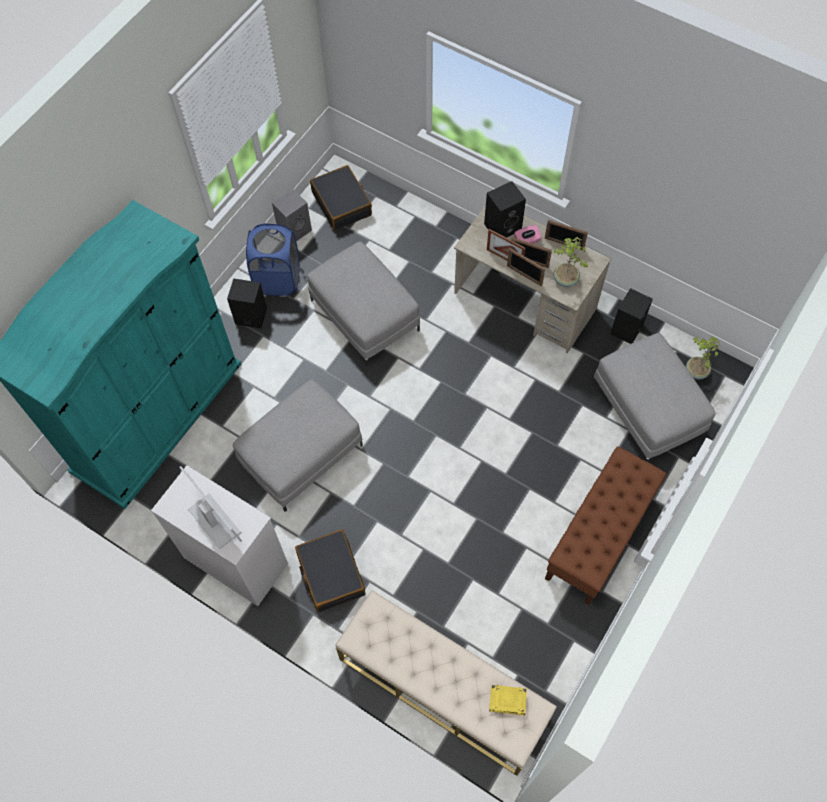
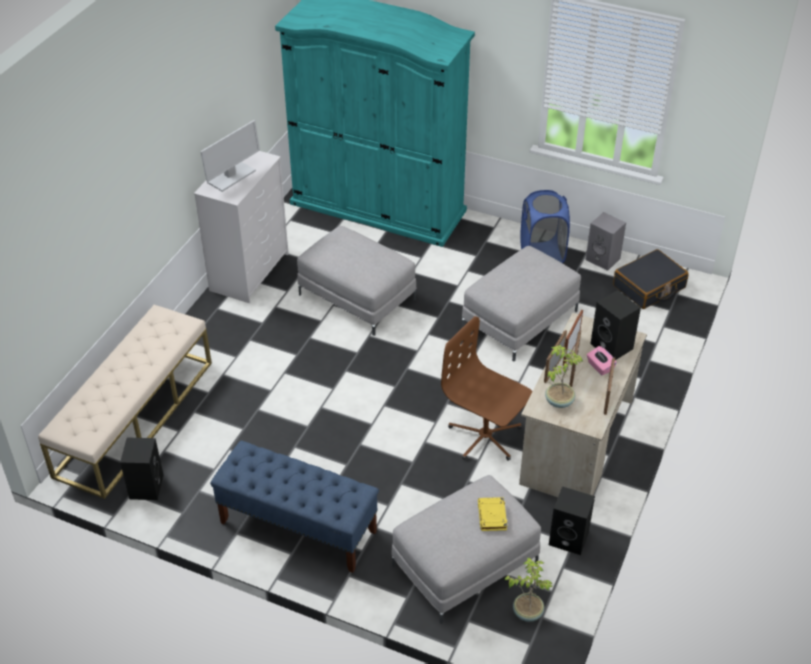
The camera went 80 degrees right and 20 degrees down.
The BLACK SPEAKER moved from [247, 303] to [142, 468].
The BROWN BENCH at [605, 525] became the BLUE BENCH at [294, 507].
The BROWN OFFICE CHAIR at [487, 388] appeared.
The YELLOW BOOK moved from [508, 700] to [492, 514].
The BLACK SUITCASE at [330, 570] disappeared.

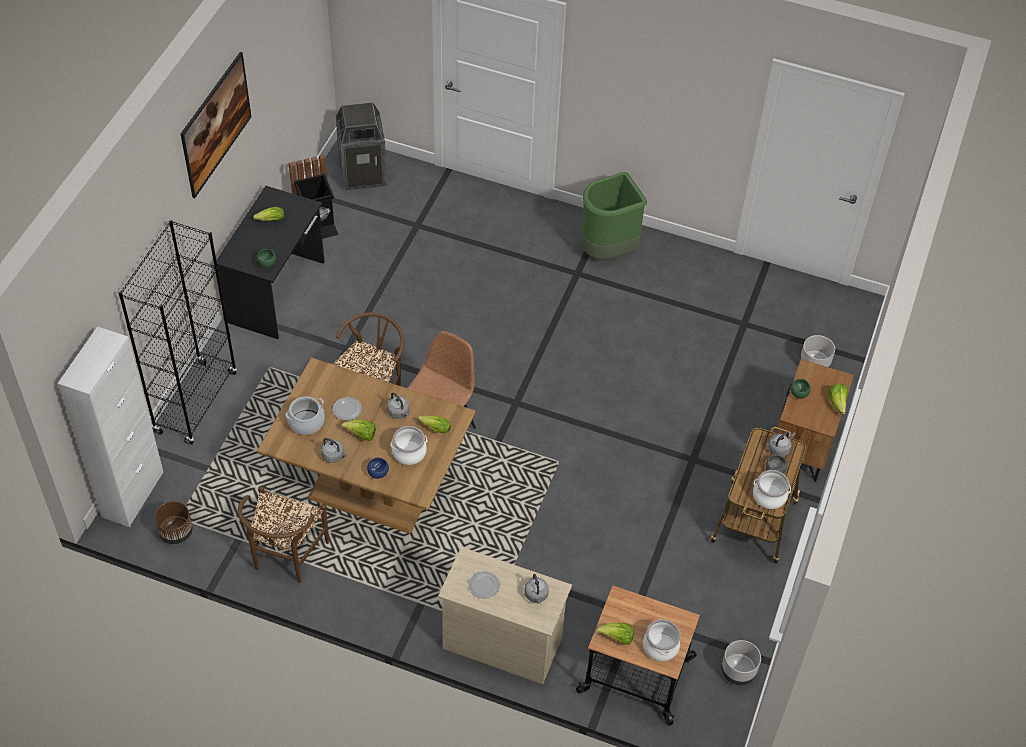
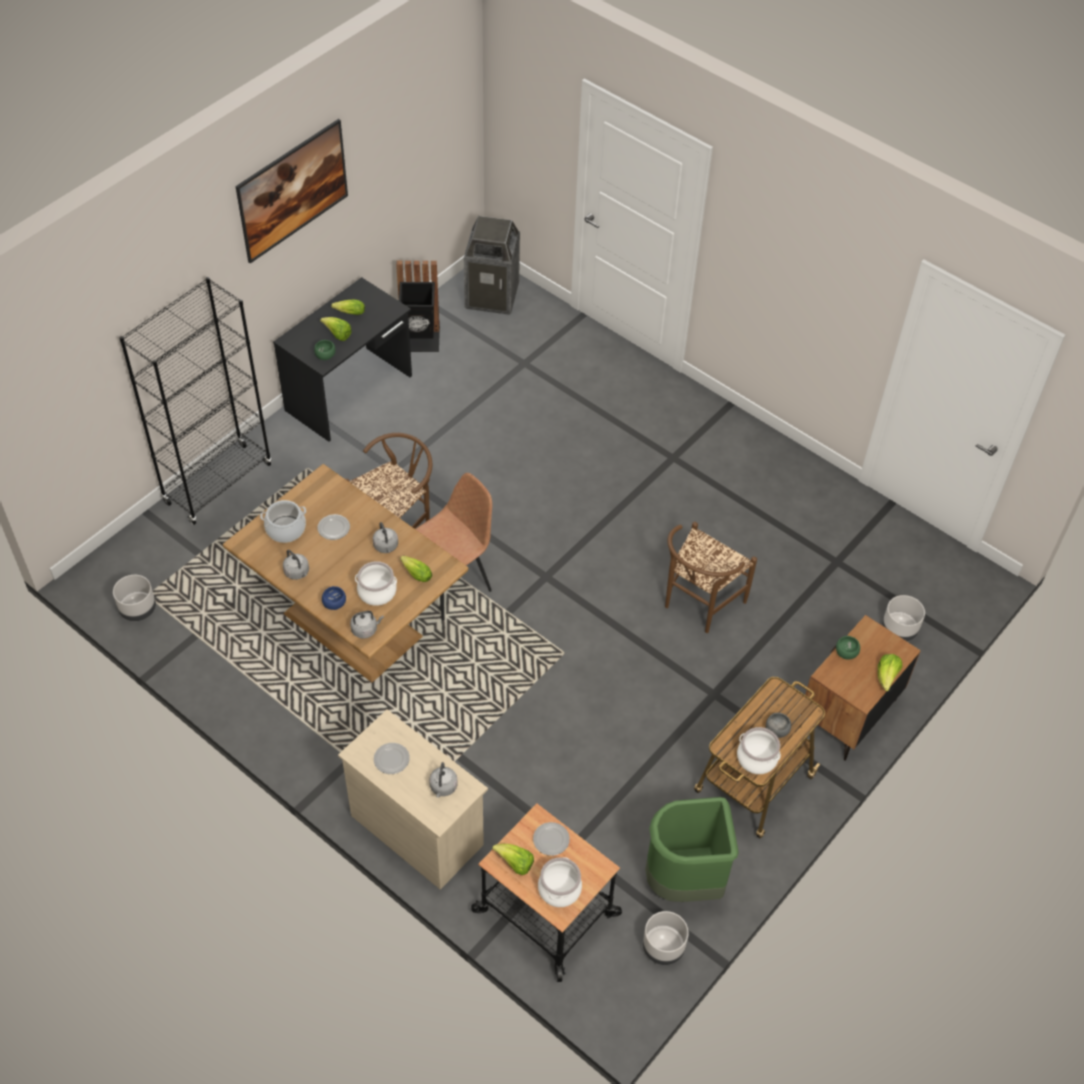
The camera went 20 degrees right and 0 degrees up.
The BROWN PLANTER at [173, 522] became the GREY PLANTER at [134, 598].
The LETTUCE moved from [358, 430] to [336, 329].
The GREY KETTLE moved from [781, 444] to [367, 625].
The PLATE at [551, 839] appeared.
The GREEN TRASH CAN moved from [613, 216] to [692, 849].
The BROWN CHAIR moved from [283, 534] to [711, 577].
The WHITE CABINET at [110, 426] disappeared.

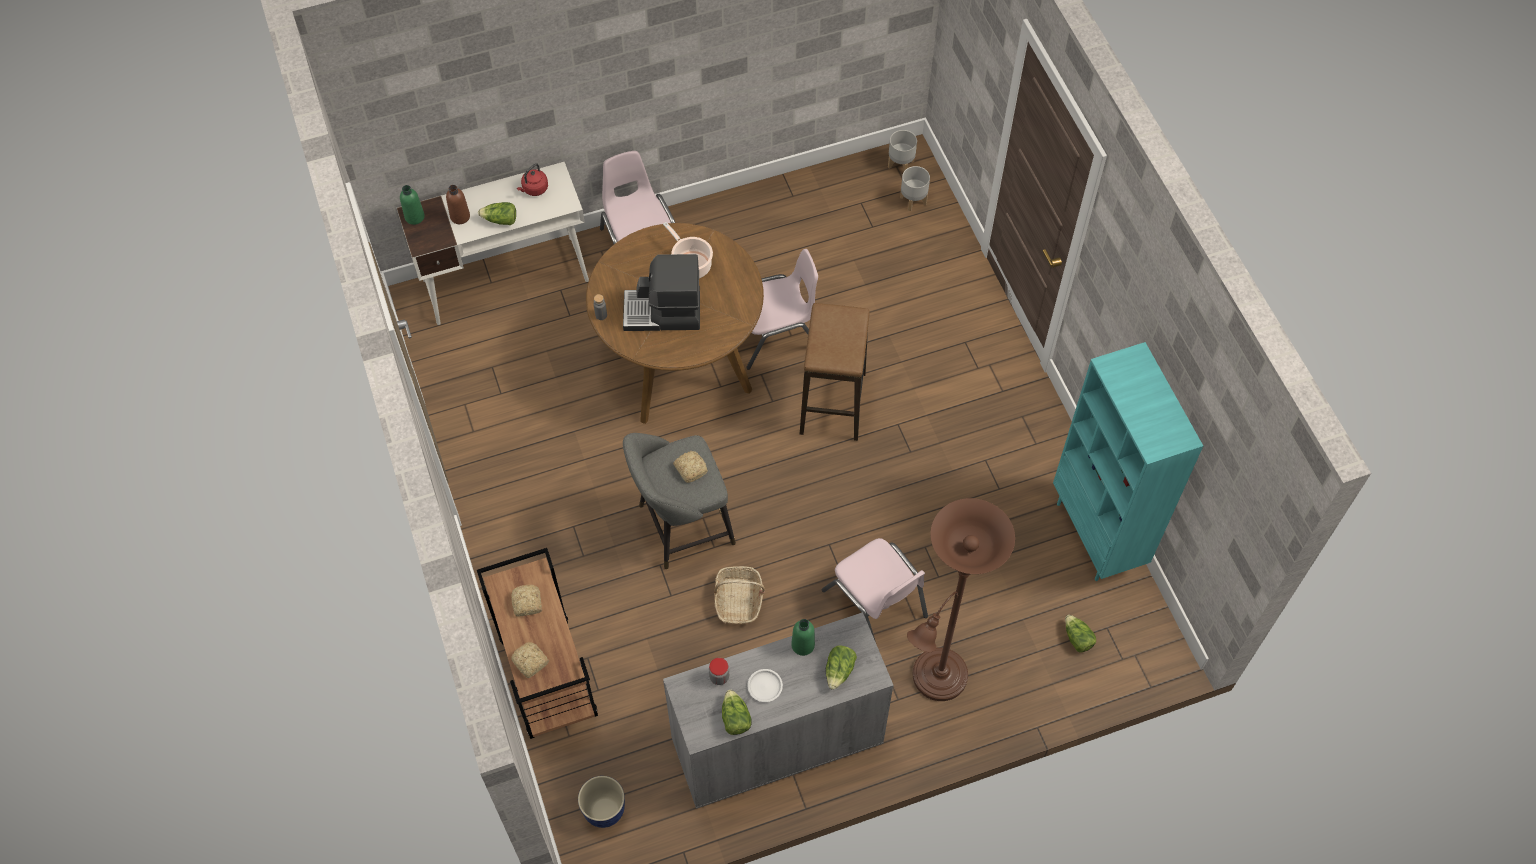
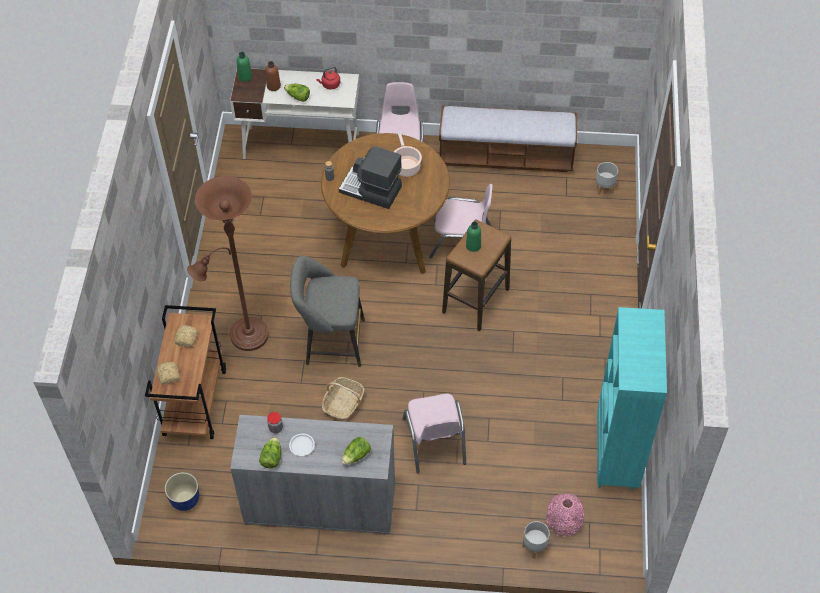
The camera went 25 degrees right and 5 degrees down.
The BROWN FLOOR LAMP moved from [961, 599] to [228, 263].
The BENCH at [508, 138] appeared.
The GREEN BOTTLE moved from [803, 637] to [473, 237].
The GREY PLANTER moved from [902, 151] to [536, 540].
The LETTUCE at [1080, 634] was replaced by the PINK VASE at [565, 515].
The BREAD at [690, 467] disappeared.

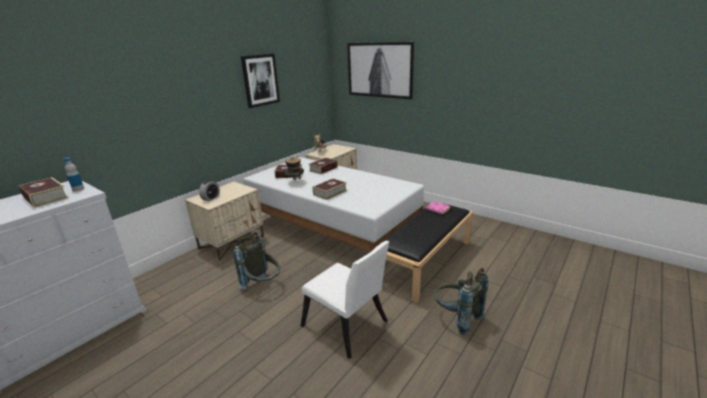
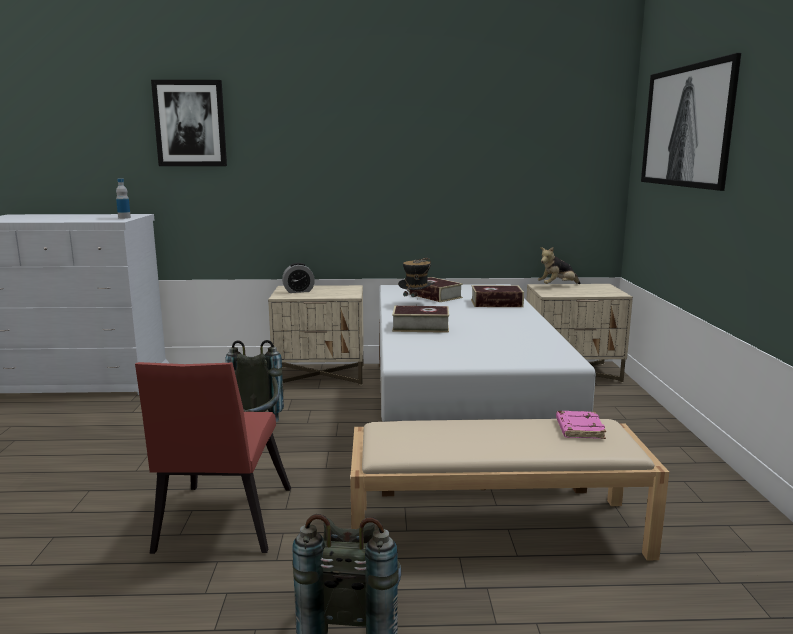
The camera went 50 degrees right and 10 degrees down.
The WHITE CHAIR at [345, 300] became the RED CHAIR at [213, 458].
The PICTURE moved from [260, 81] to [189, 123].
The BLACK BENCH at [426, 253] became the BEIGE BENCH at [509, 489].
The BOOK at [43, 192] disappeared.

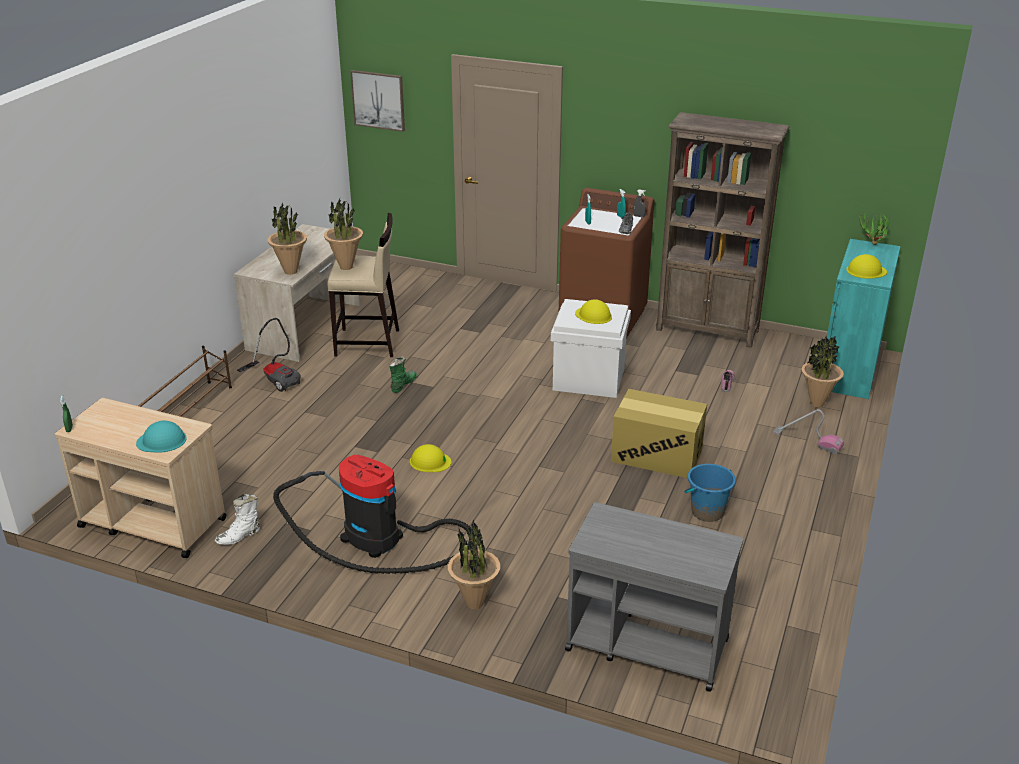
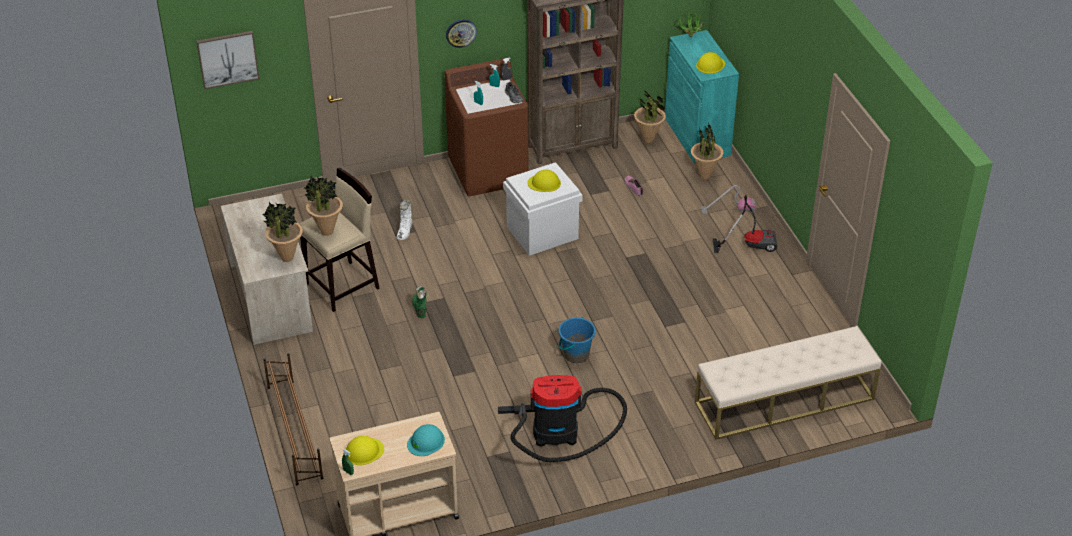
The camera went 40 degrees left and 10 degrees up.
The YELLOW HARD HAT moved from [431, 458] to [365, 450].
The WHITE BOOT moved from [237, 519] to [405, 220].
The WALL CLOCK at [461, 33] appeared.
The BLUE BUCKET moved from [710, 493] to [577, 340].
The POTTED PLANT moved from [474, 564] to [650, 116].
The GREY CART at [654, 597] was replaced by the BEIGE BENCH at [788, 383].
The VACUUM CLEANER moved from [269, 355] to [745, 224].
The CARDBOARD BOX at [659, 433] disappeared.

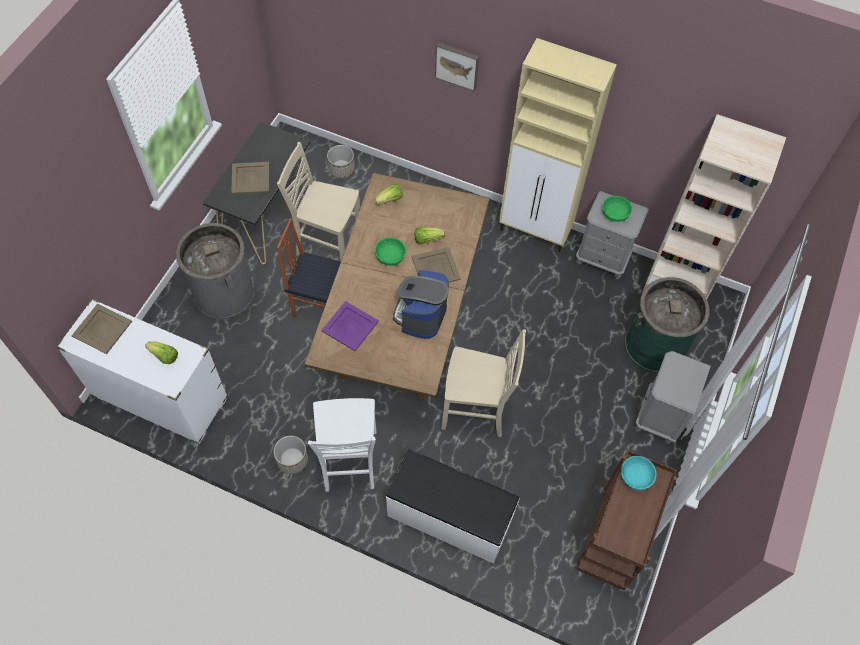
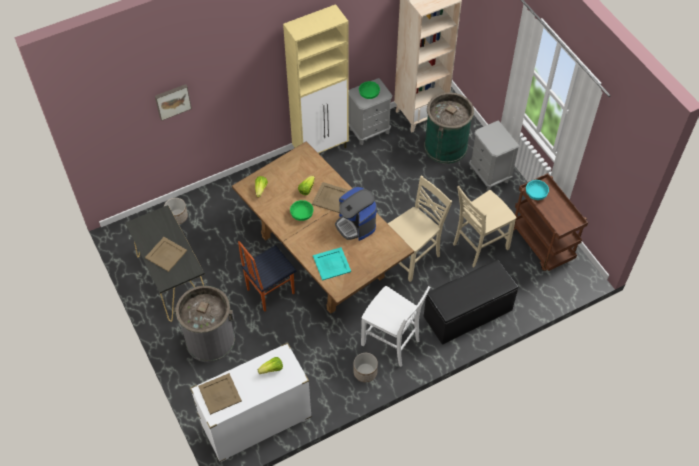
The camera went 50 degrees left and 5 degrees down.
The PICTURE moved from [457, 66] to [173, 102].
The PURPLE TRAY at [350, 326] became the TURQUOISE TRAY at [332, 264].
The WHITE BENCH at [453, 507] became the BLACK BENCH at [471, 302].
The BEIGE CHAIR moved from [318, 202] to [484, 226].

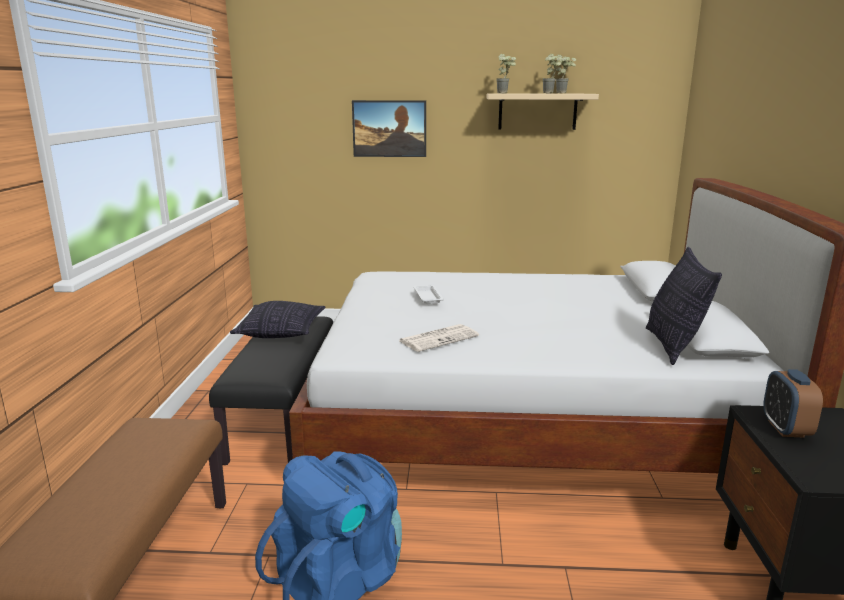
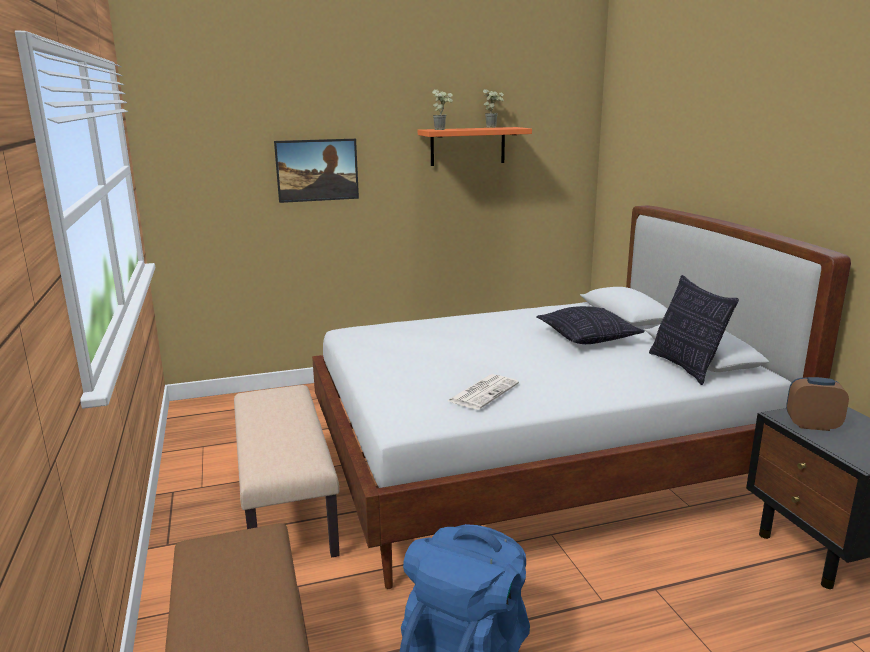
The camera went 20 degrees left and 0 degrees up.
The BLACK BENCH at [271, 390] became the BEIGE BENCH at [287, 471].
The BEIGE SHELF at [543, 112] became the ORANGE SHELF at [475, 146].
The PILLOW moved from [277, 319] to [590, 325].
The ALARM CLOCK at [793, 403] turned 120 degrees clockwise.
The WHITE TRAY at [428, 294] disappeared.
The POTTED PLANT at [552, 73] disappeared.

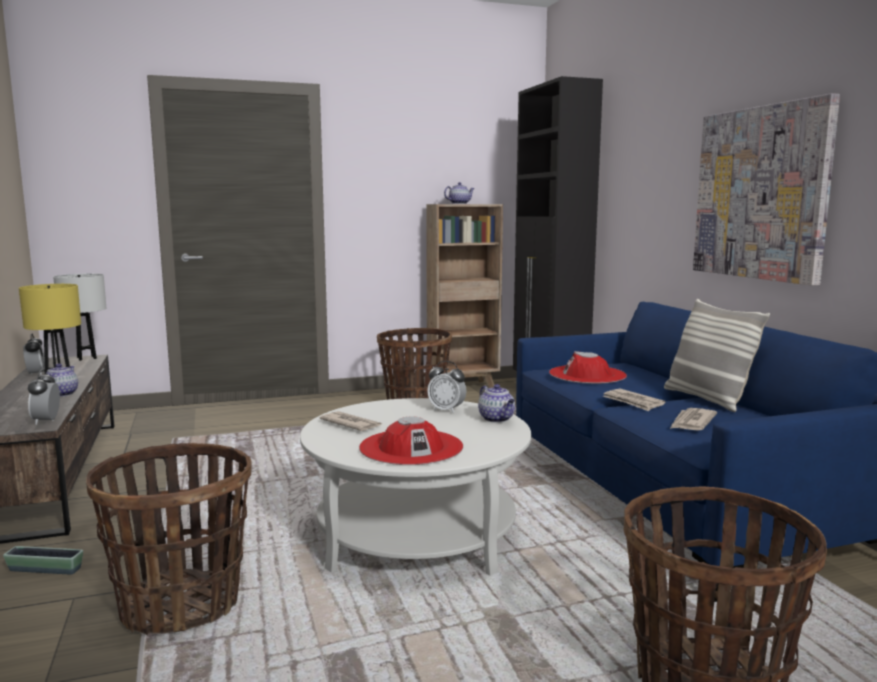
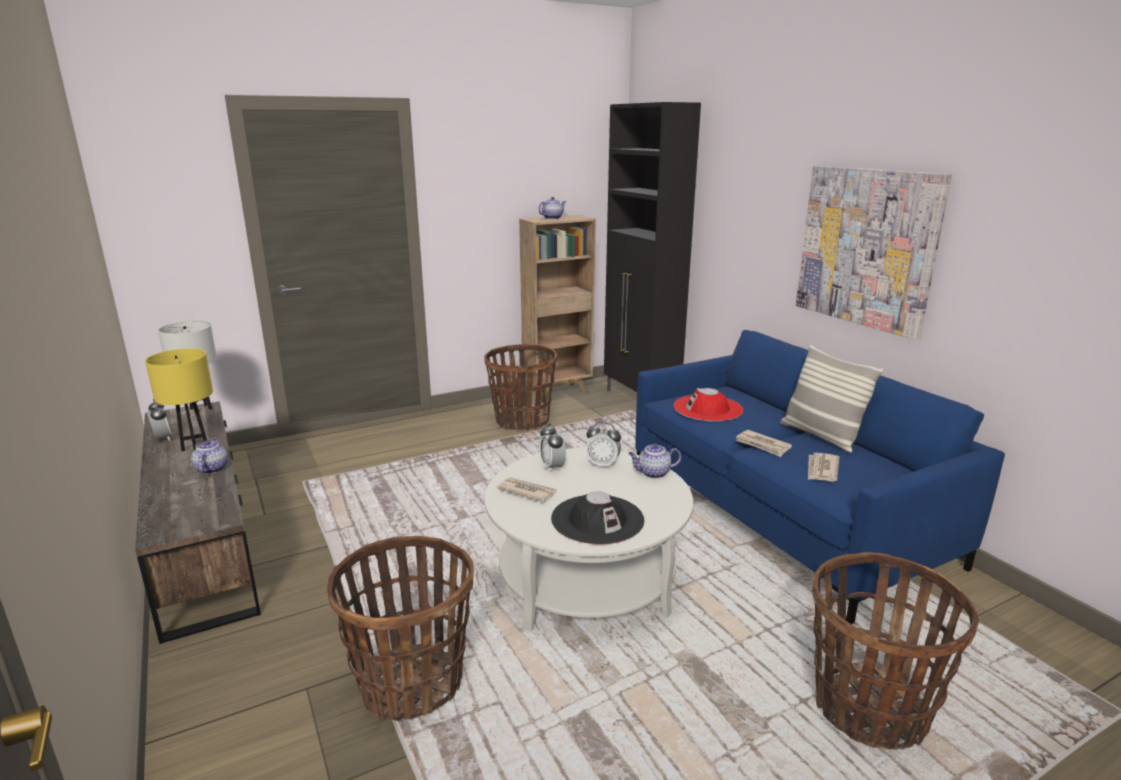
The camera went 10 degrees left and 10 degrees up.
The ALARM CLOCK moved from [44, 397] to [552, 448].
The RED HAT at [411, 441] became the BLACK HAT at [597, 518].
The TEAPOT at [496, 403] turned 120 degrees clockwise.
The PLANTER at [43, 560] disappeared.

